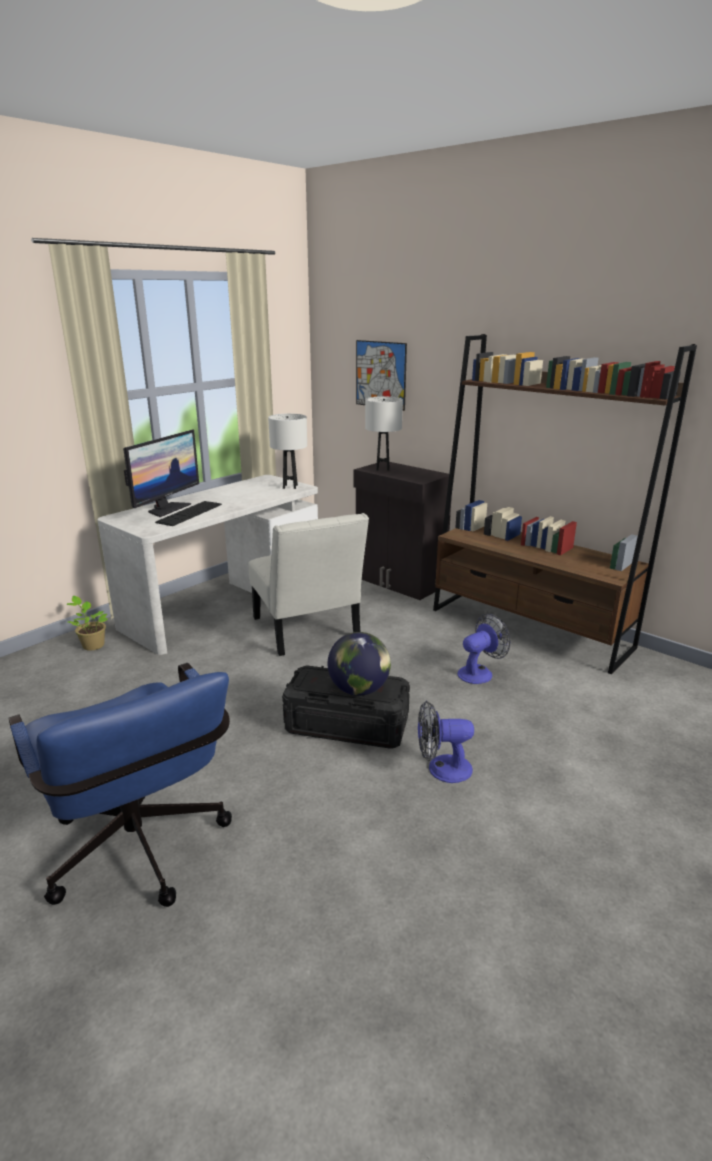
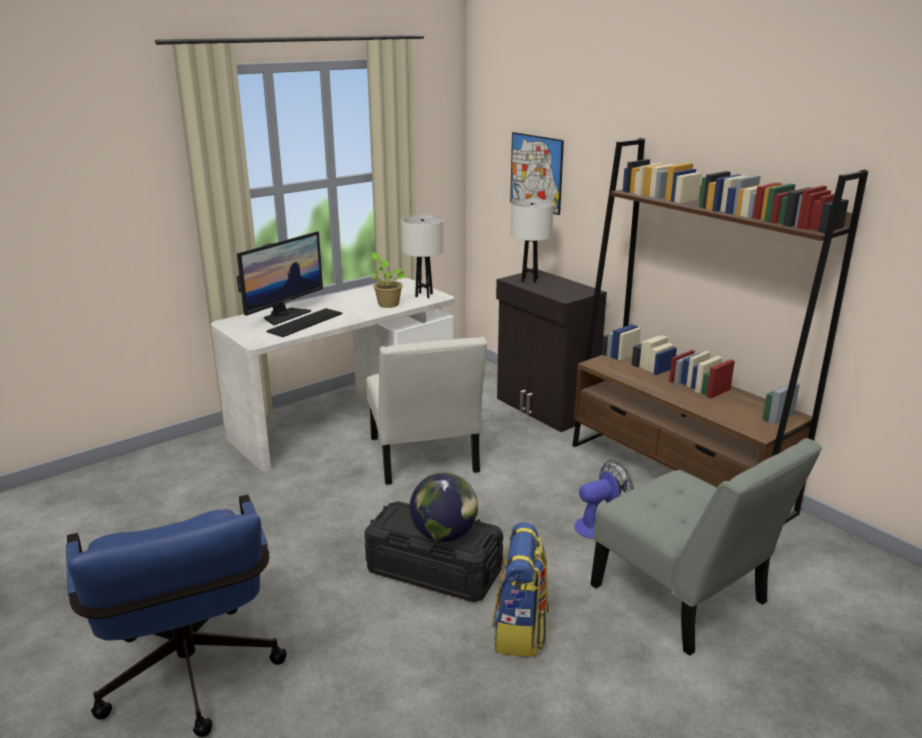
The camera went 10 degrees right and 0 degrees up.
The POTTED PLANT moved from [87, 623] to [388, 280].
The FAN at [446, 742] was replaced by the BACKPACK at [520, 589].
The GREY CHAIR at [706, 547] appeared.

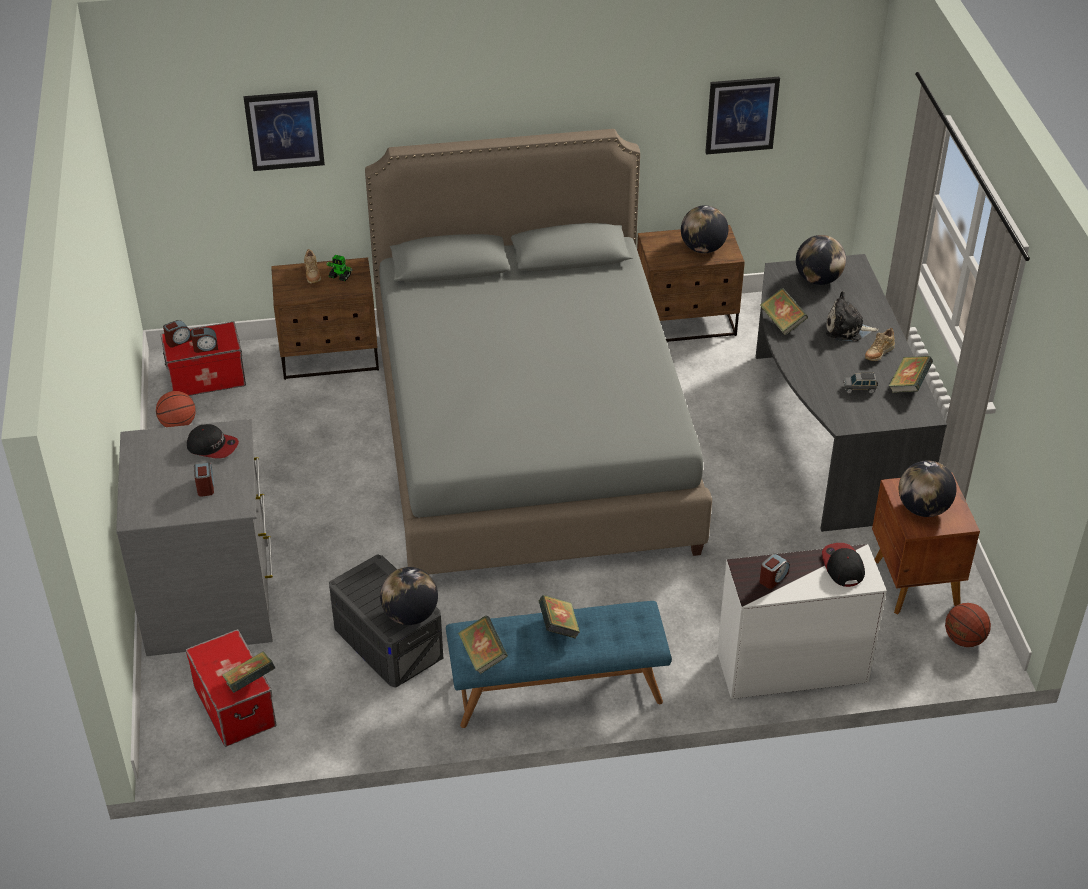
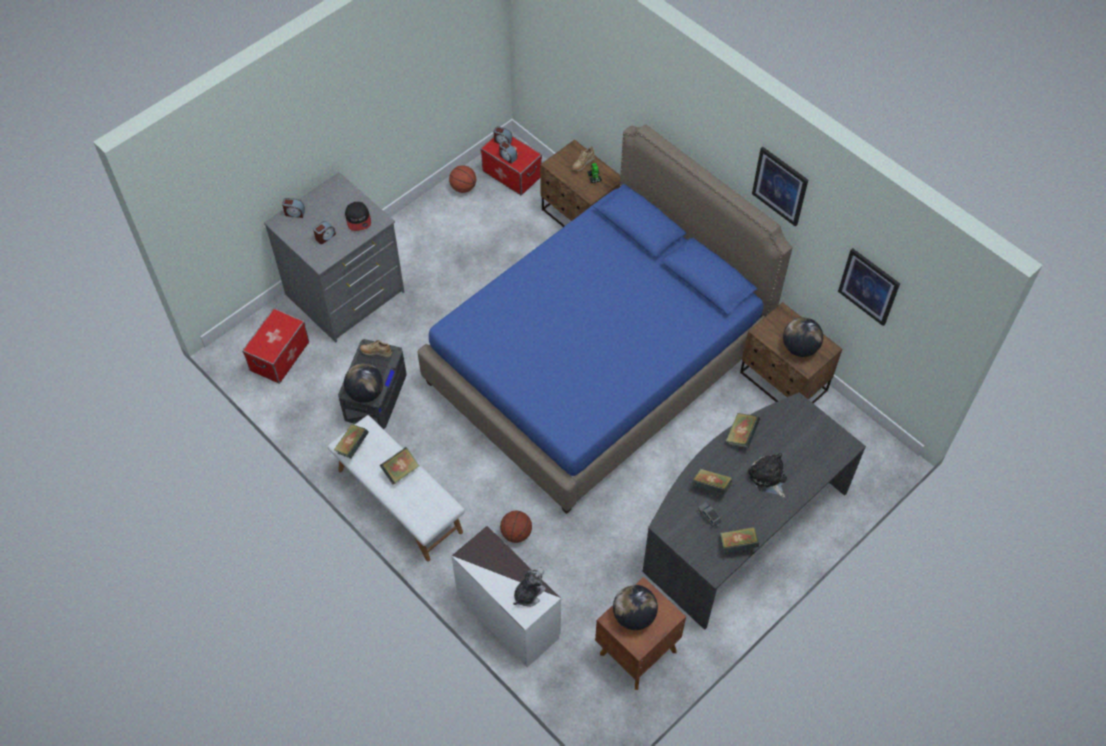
The camera went 55 degrees right and 15 degrees up.
The ALARM CLOCK moved from [775, 571] to [293, 208].
The BLUE BENCH at [559, 664] became the WHITE BENCH at [396, 488].
The BEIGE SHOE moved from [880, 344] to [376, 349].
The GREY BED at [538, 351] became the BLUE BED at [604, 319].
The BASKETBALL moved from [968, 625] to [516, 527].
The CAP at [843, 565] was replaced by the PLUSH TOY at [529, 587].
The BOOK moved from [248, 672] to [712, 482].
The PICTURE moved from [284, 130] to [780, 187].
The GLOBE at [821, 260] disappeared.

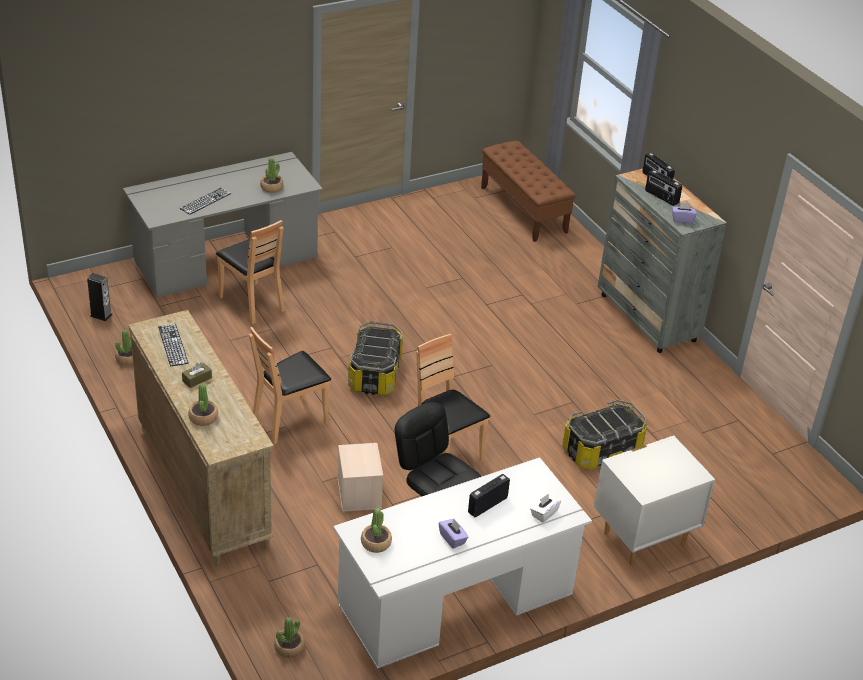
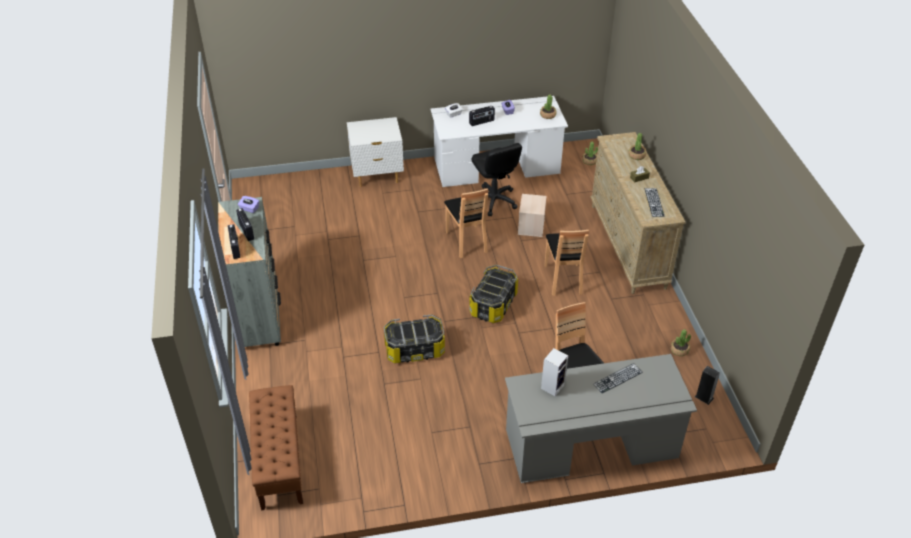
The camera went 160 degrees left and 5 degrees up.
The STORAGE BOX moved from [604, 434] to [414, 339].
The POTTED PLANT at [271, 175] was replaced by the SPEAKER at [554, 372].
The BROWN CHAIR at [290, 385] turned 105 degrees clockwise.

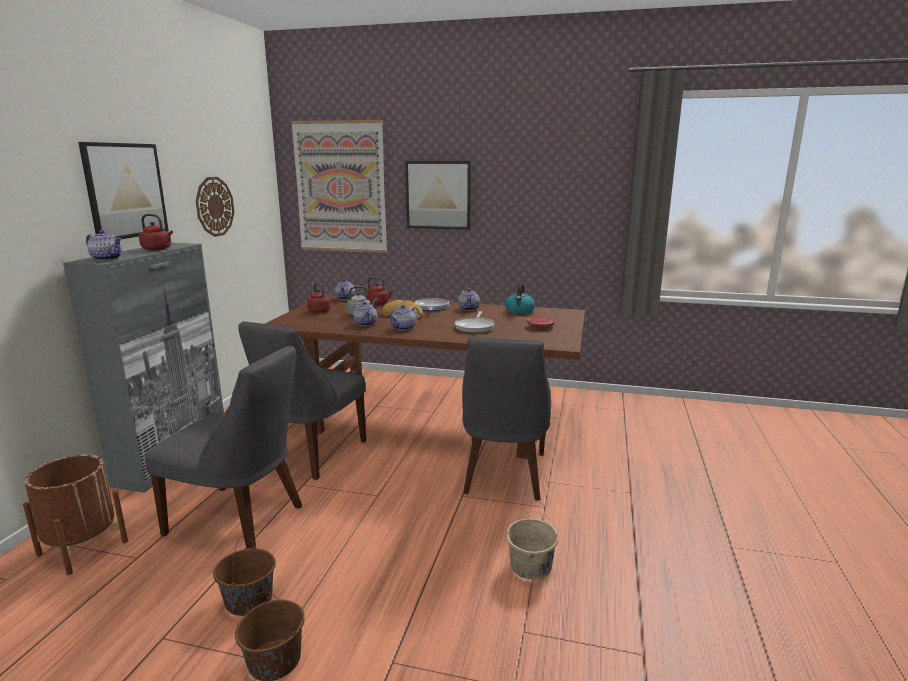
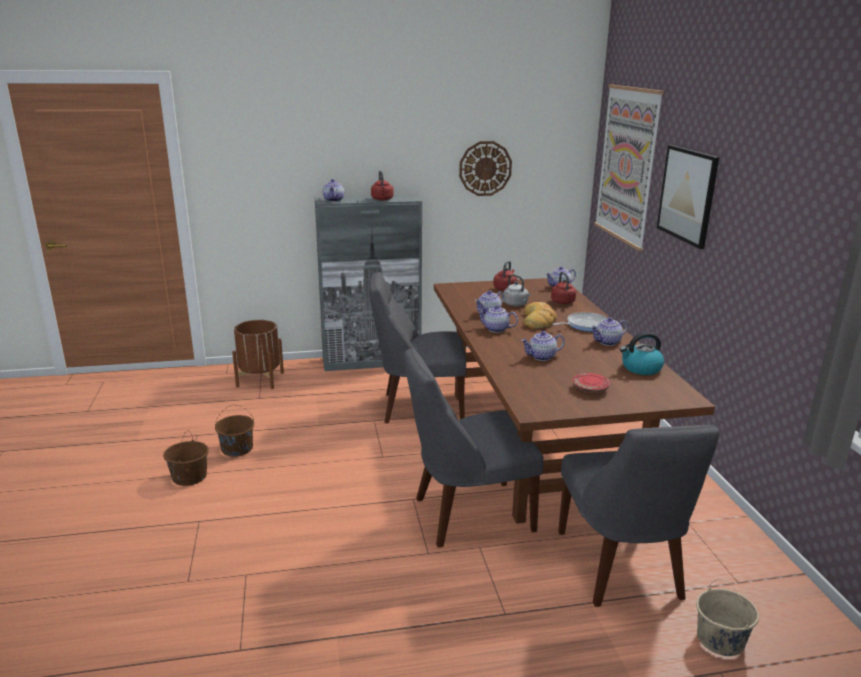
The camera went 65 degrees right and 5 degrees up.
The FRYING PAN at [475, 322] was replaced by the TEAPOT at [543, 346].
The GREY CHAIR moved from [223, 447] to [638, 516].
The BEIGE BUCKET moved from [532, 545] to [727, 617].
The PICTURE at [123, 190] disappeared.

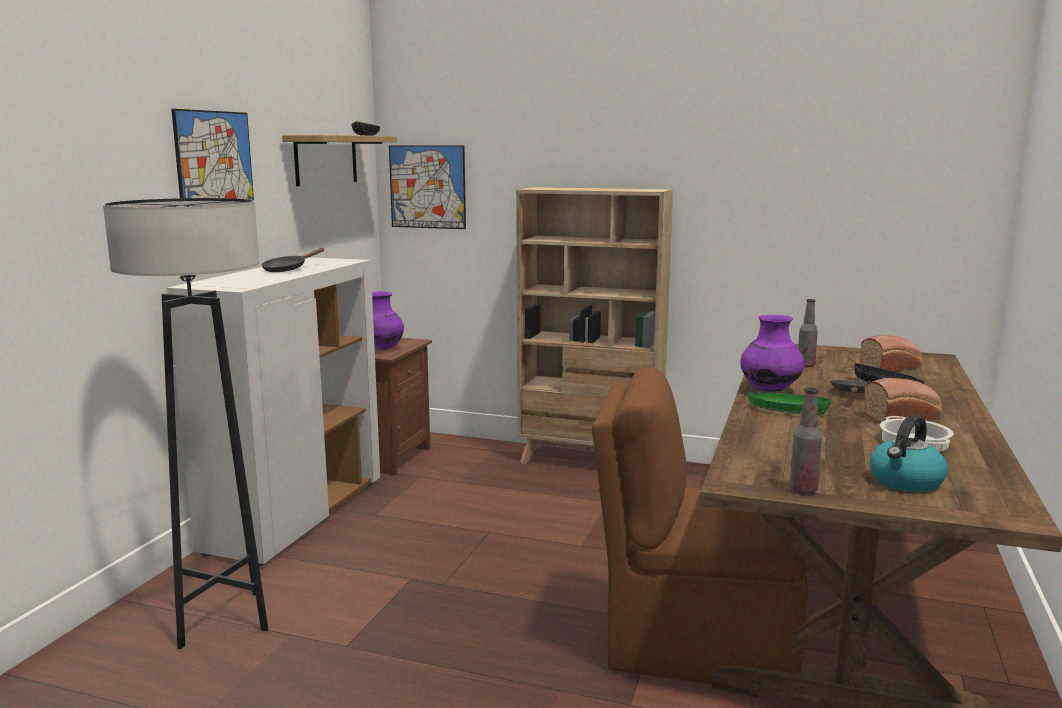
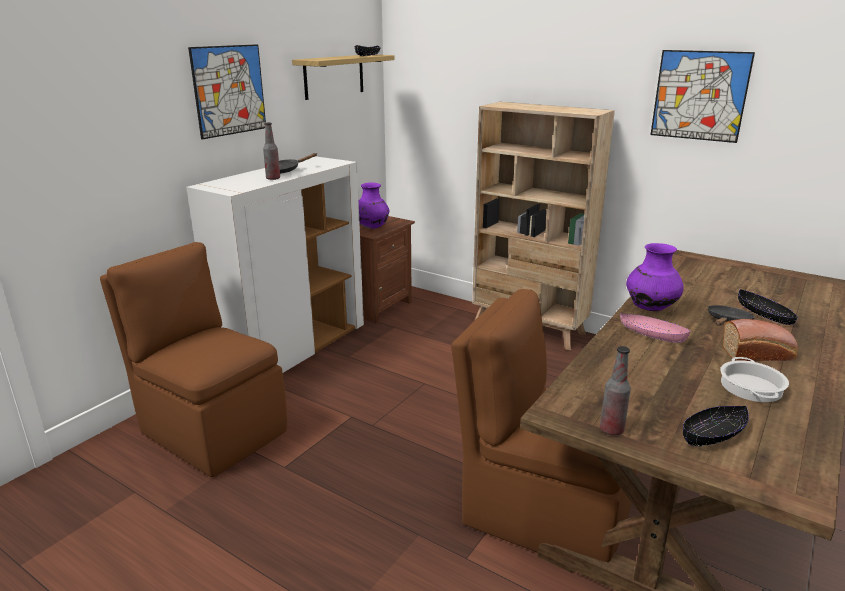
The camera went 15 degrees right and 10 degrees up.
The GREY FLOOR LAMP at [185, 423] was replaced by the BROWN CHAIR at [193, 359].
The BOTTLE moved from [808, 333] to [271, 151].
The GREEN BOWL at [790, 403] became the PINK BOWL at [655, 328].
The PICTURE moved from [427, 187] to [702, 96].
The KETTLE at [909, 453] was replaced by the BLACK BOWL at [716, 426].
The BREAD at [891, 353] disappeared.

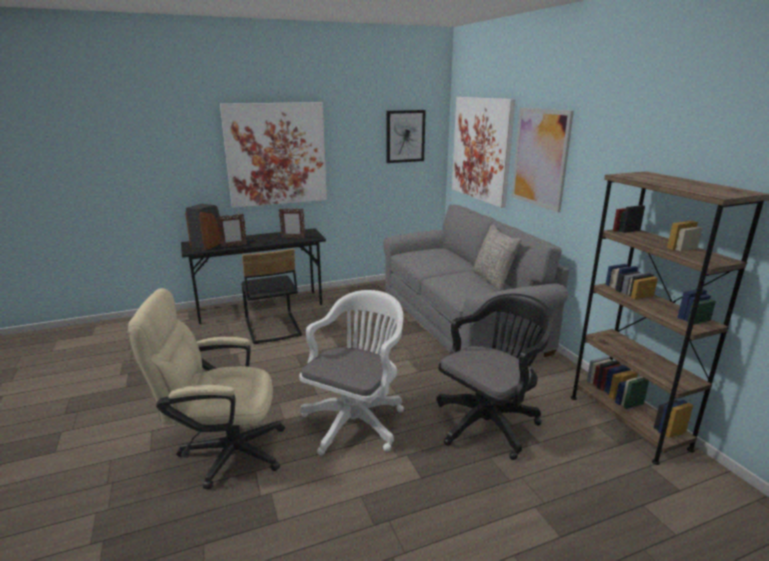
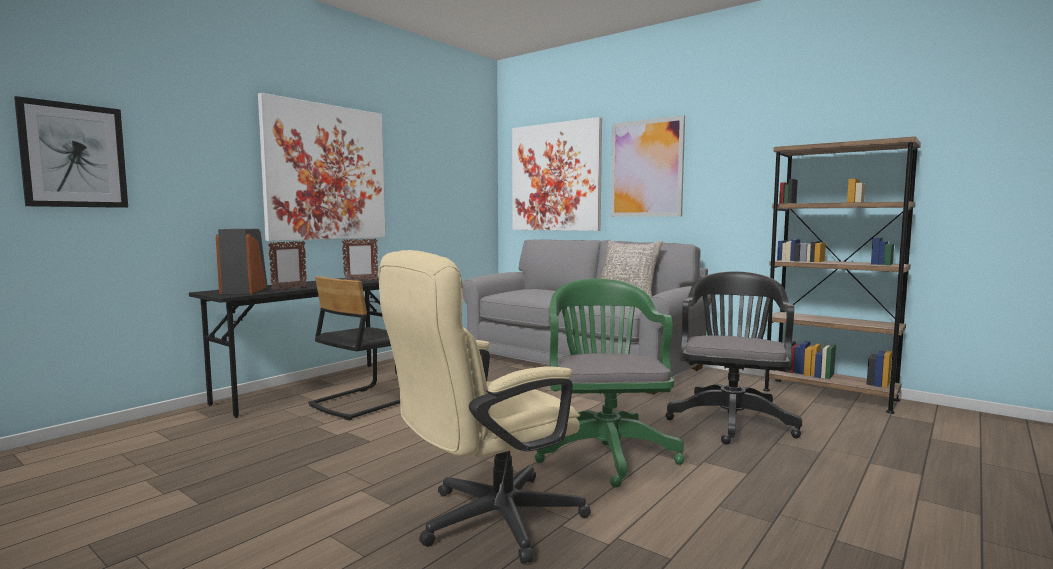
The camera went 30 degrees left and 15 degrees down.
The PICTURE moved from [406, 136] to [71, 152].
The BLACK CHAIR at [271, 296] turned 90 degrees clockwise.
The WHITE OFFICE CHAIR at [351, 372] became the GREEN OFFICE CHAIR at [610, 383].

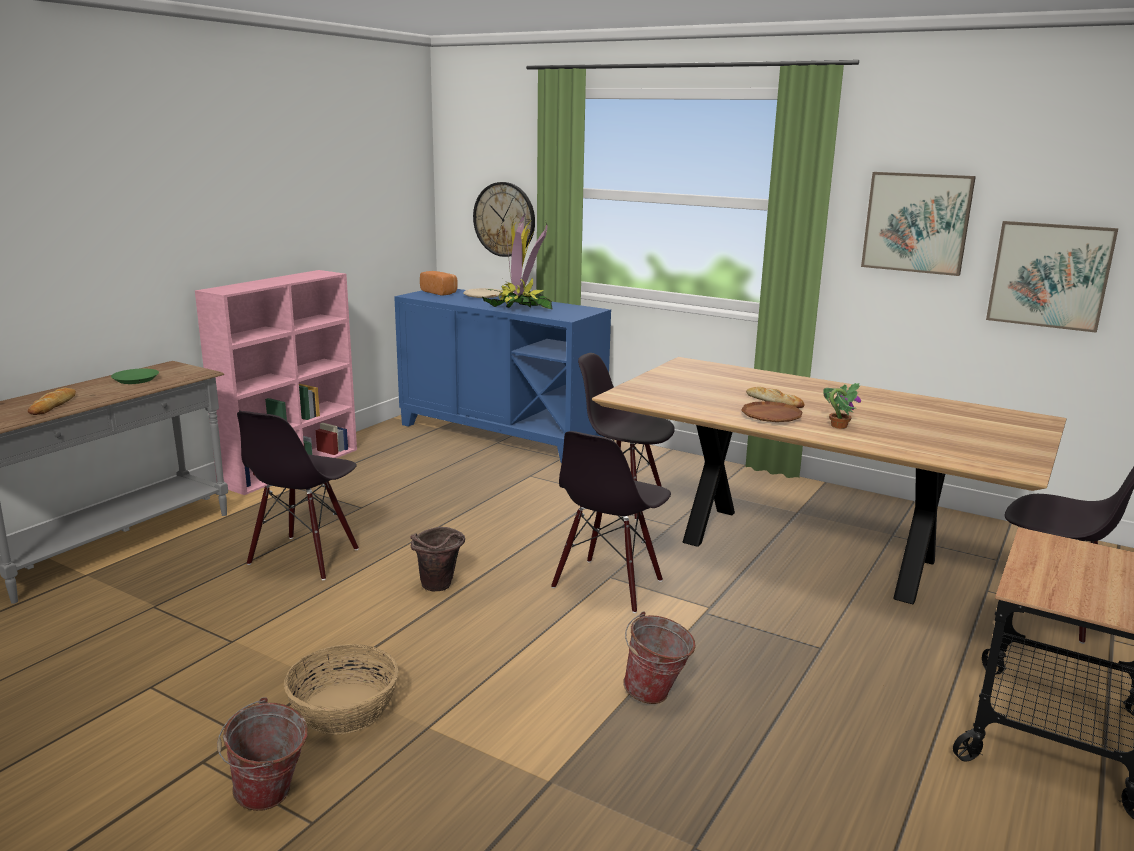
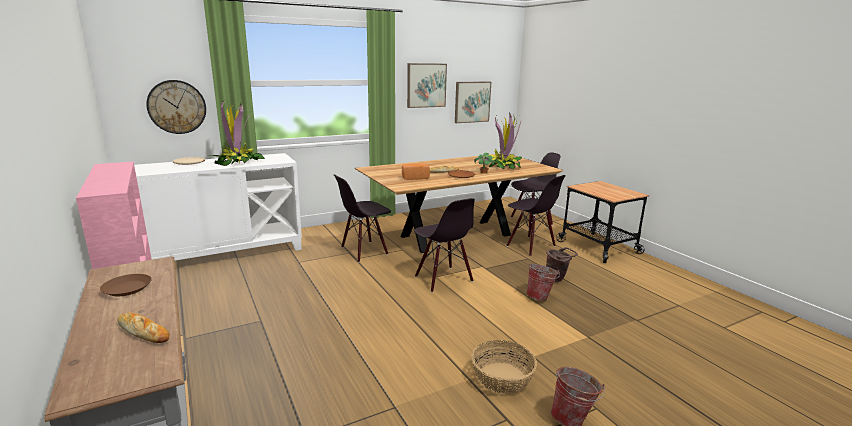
The camera went 60 degrees left and 0 degrees up.
The GREEN PLATE at [135, 376] became the BROWN PLATE at [126, 285].
The BLUE CABINET at [502, 376] became the WHITE CABINET at [218, 207].
The BREAD moved from [439, 283] to [416, 171].
The POTTED PLANT at [505, 140] appeared.
The BLACK CHAIR moved from [298, 495] to [536, 215].
The BROWN BUCKET moved from [437, 559] to [562, 264].

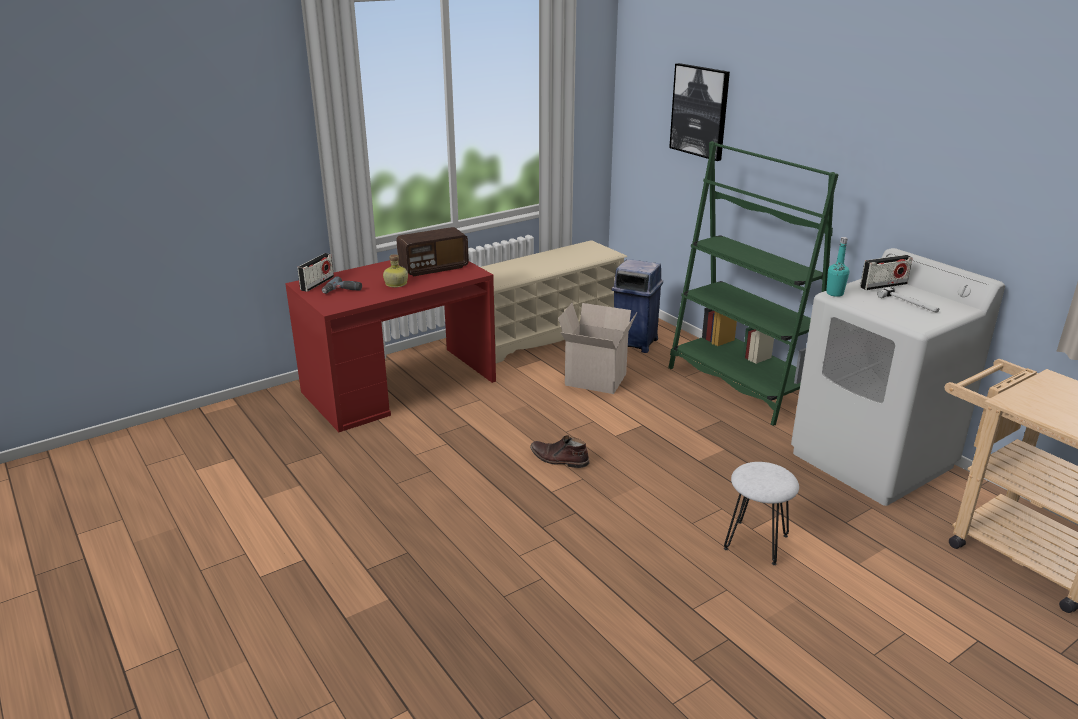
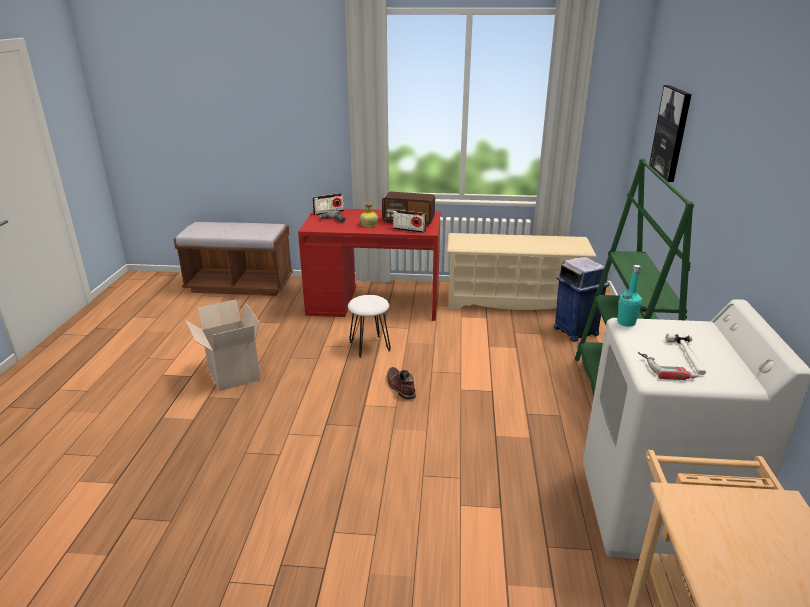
The camera went 40 degrees right and 0 degrees up.
The BROWN BENCH at [233, 259] appeared.
The CARDBOARD BOX moved from [597, 348] to [222, 345].
The WHITE STOOL moved from [761, 513] to [369, 326].
The RADIO moved from [886, 272] to [409, 221].
The POWER DRILL at [668, 366] appeared.

